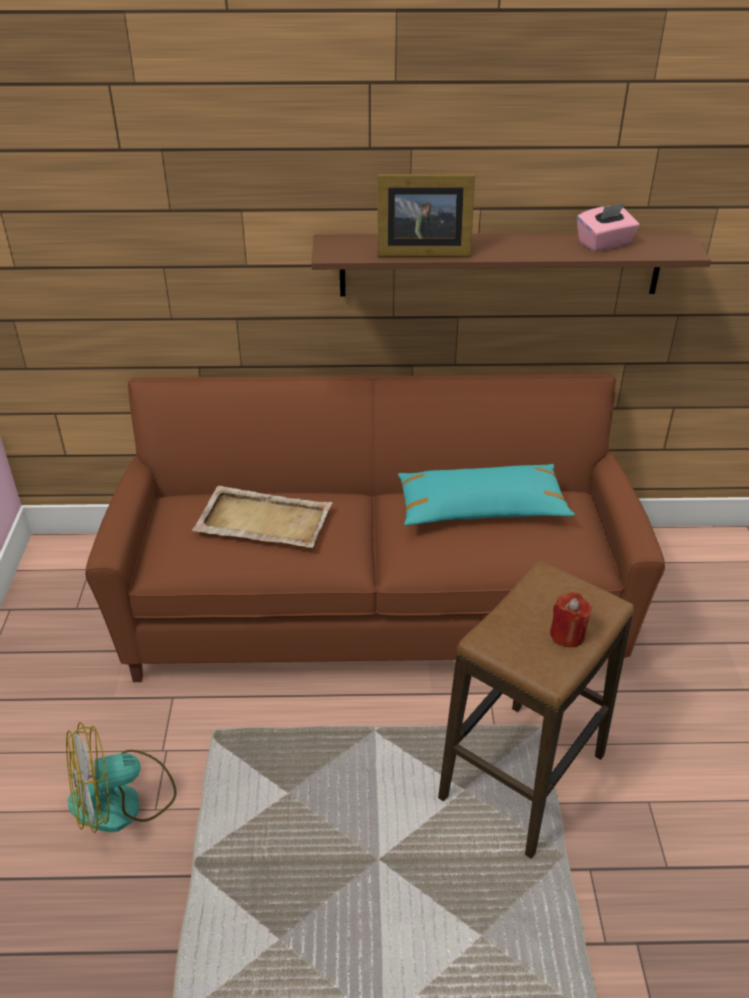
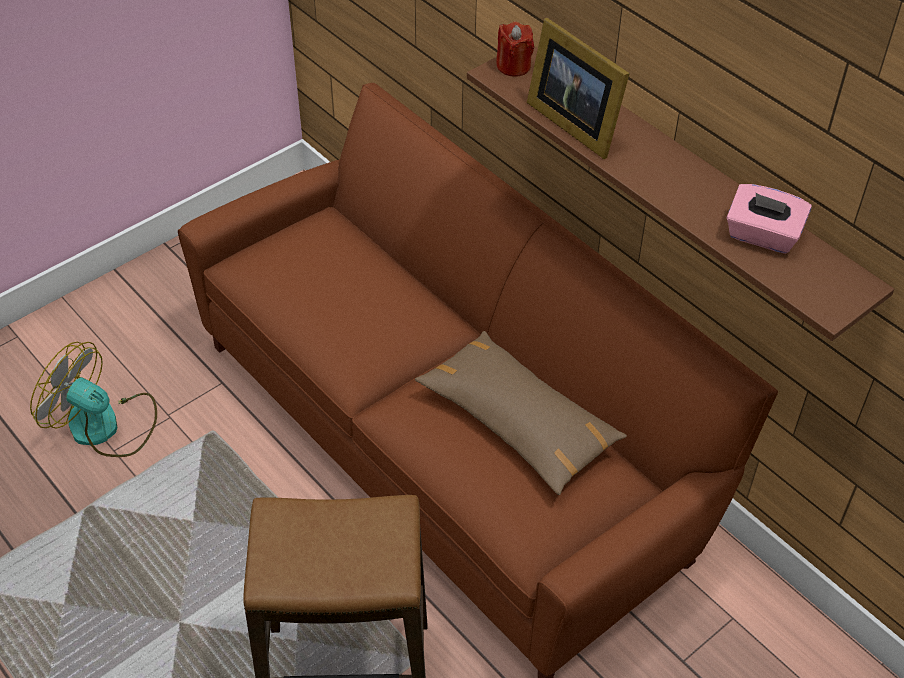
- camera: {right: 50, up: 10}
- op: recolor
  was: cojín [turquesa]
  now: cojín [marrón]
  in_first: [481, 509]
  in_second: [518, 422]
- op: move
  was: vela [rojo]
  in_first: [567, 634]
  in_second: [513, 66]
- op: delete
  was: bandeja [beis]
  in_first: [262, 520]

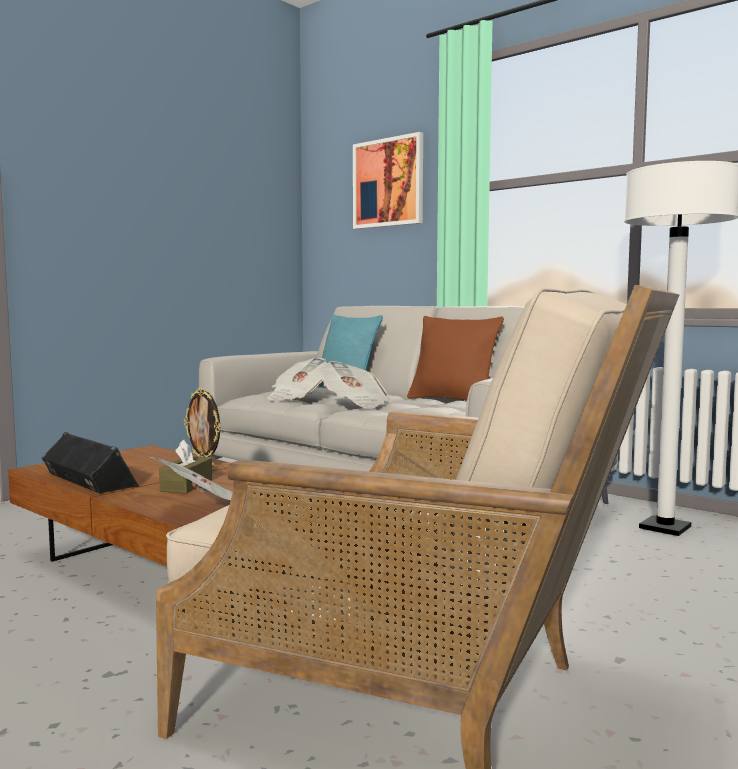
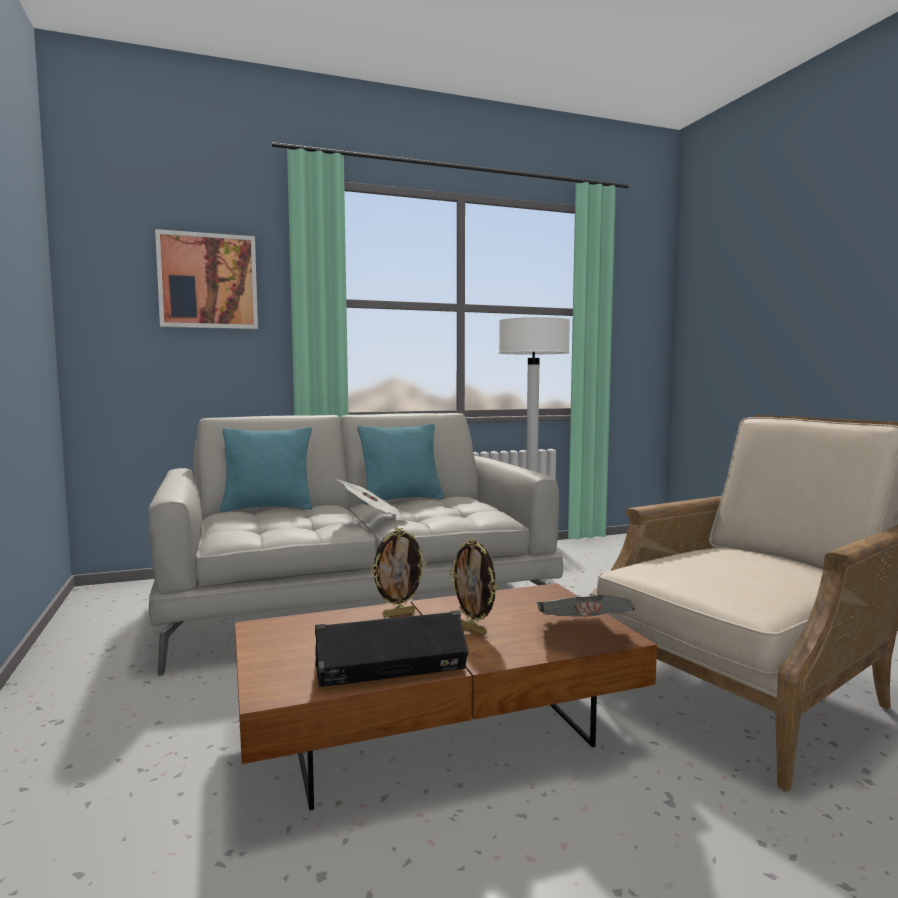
- camera: {right: -60, up: 0}
- op: recolor
  was: cojín [marrón]
  now: cojín [turquesa]
  in_first: [452, 400]
  in_second: [401, 499]
- op: replace
  was: caja de pañuelos [marrón]
  now: portarretratos
  in_first: [186, 485]
  in_second: [474, 630]
- op: delete
  was: periódico
  in_first: [298, 397]

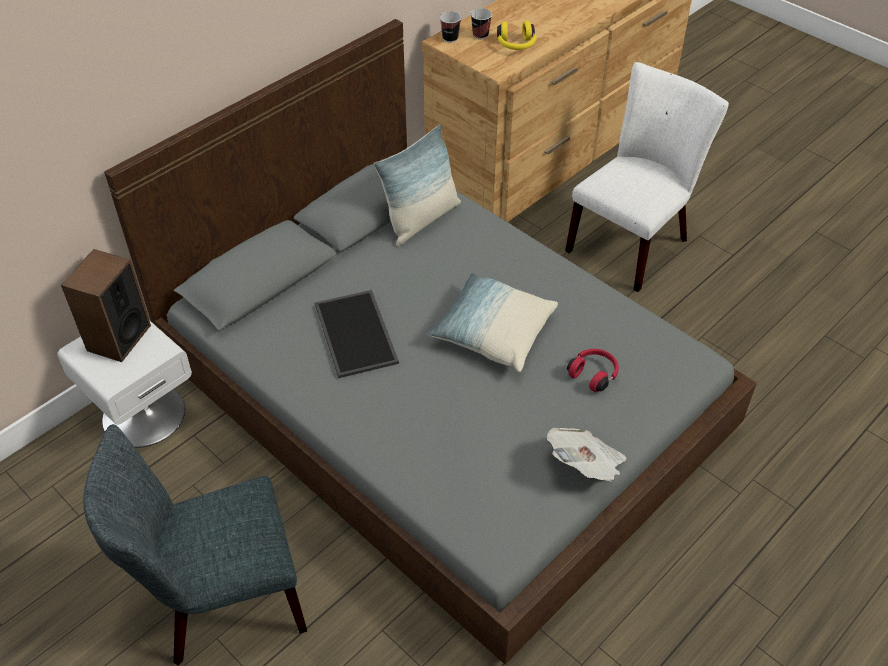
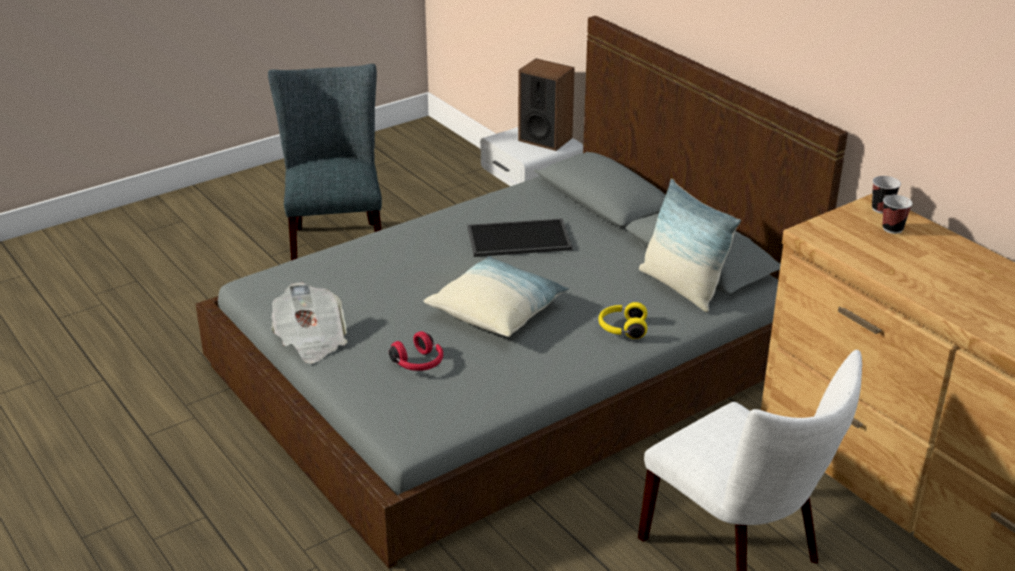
- camera: {right: 100, up: -15}
- op: move
  was: auriculares [amarillo]
  in_first: [516, 45]
  in_second: [622, 329]

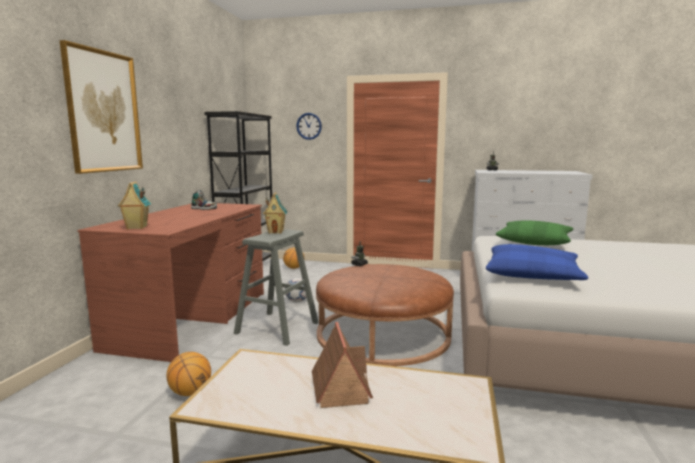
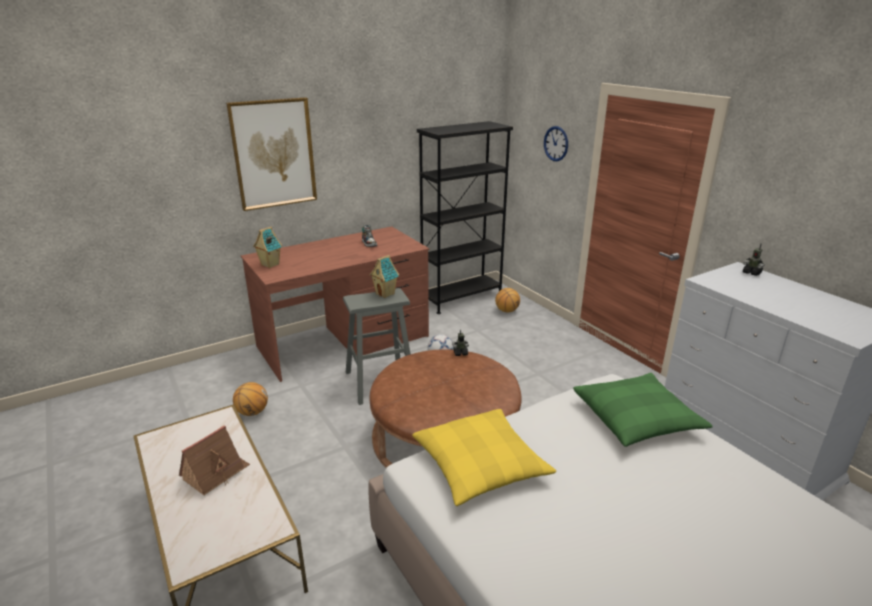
- camera: {right: 45, up: 15}
- op: recolor
  was: cojín [azul]
  now: cojín [amarillo]
  in_first: [532, 274]
  in_second: [480, 465]

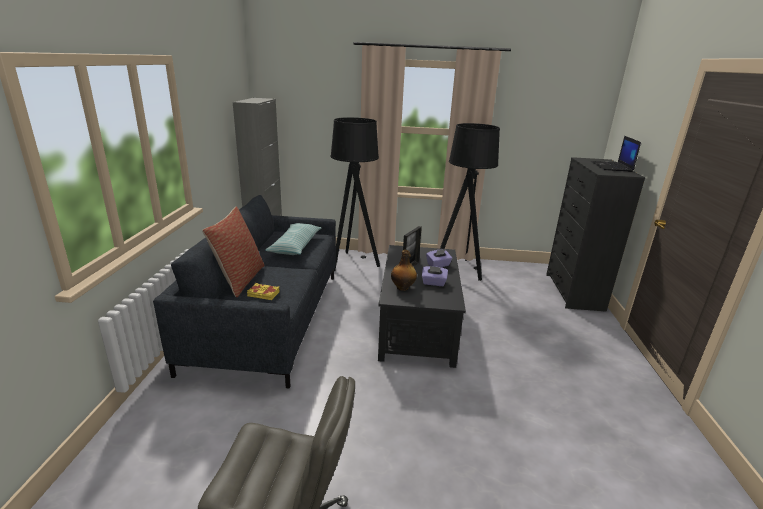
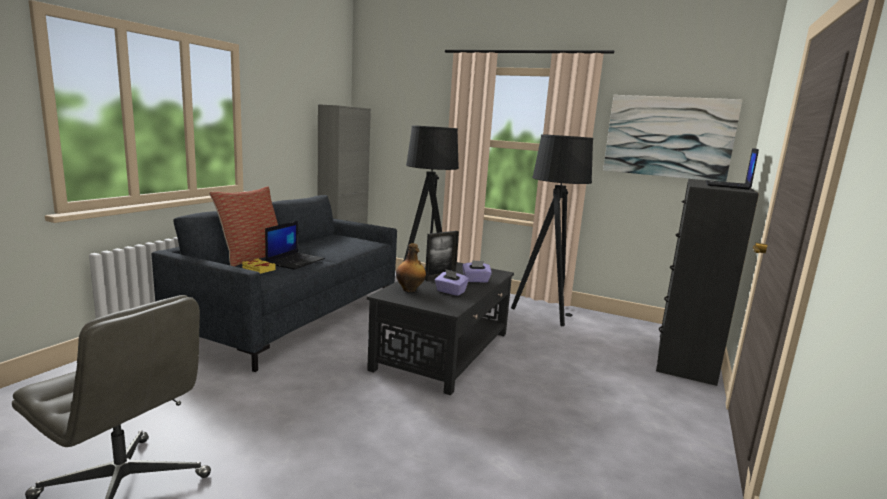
- camera: {right: 20, up: -10}
- op: insert
  now: portátil
  in_second: [295, 261]
- op: insert
  now: cuadro
  in_second: [668, 137]
- op: delete
  was: cojín
  in_first: [295, 246]

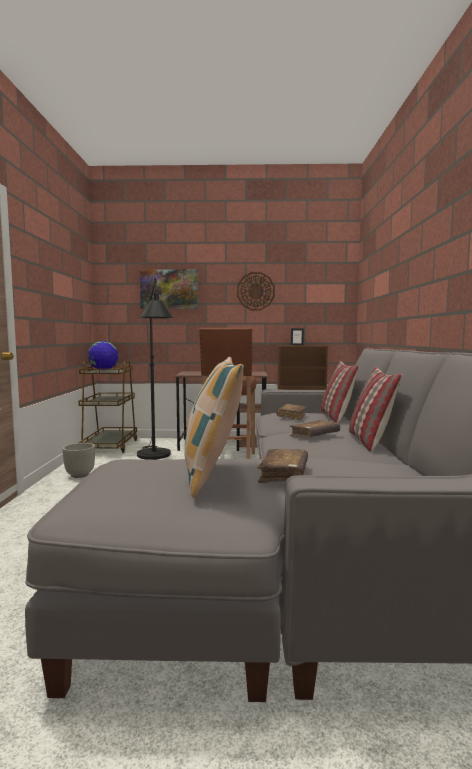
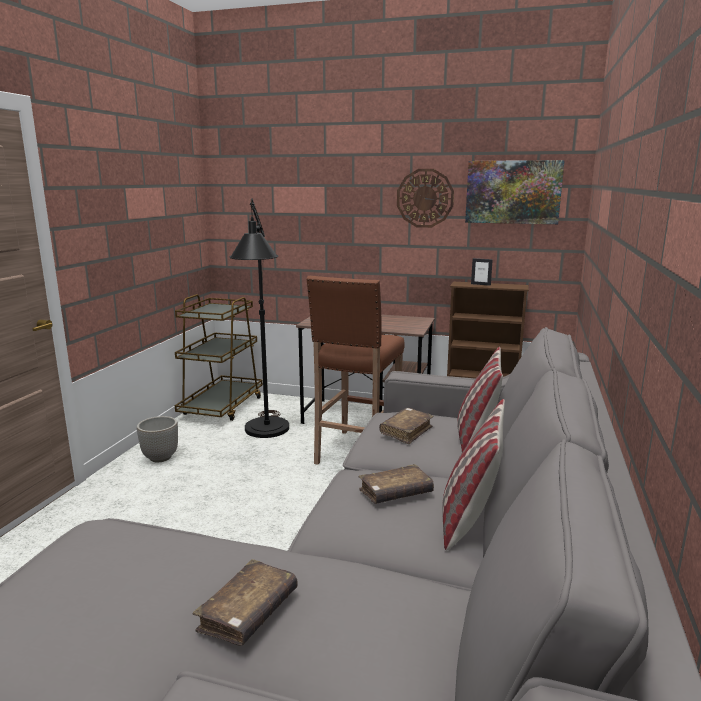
- camera: {right: 15, up: 10}
- op: move
  was: cuadro
  in_first: [169, 289]
  in_second: [513, 192]
- op: delete
  was: globo terráqueo
  in_first: [103, 370]
- op: delete
  was: cojín
  in_first: [212, 475]

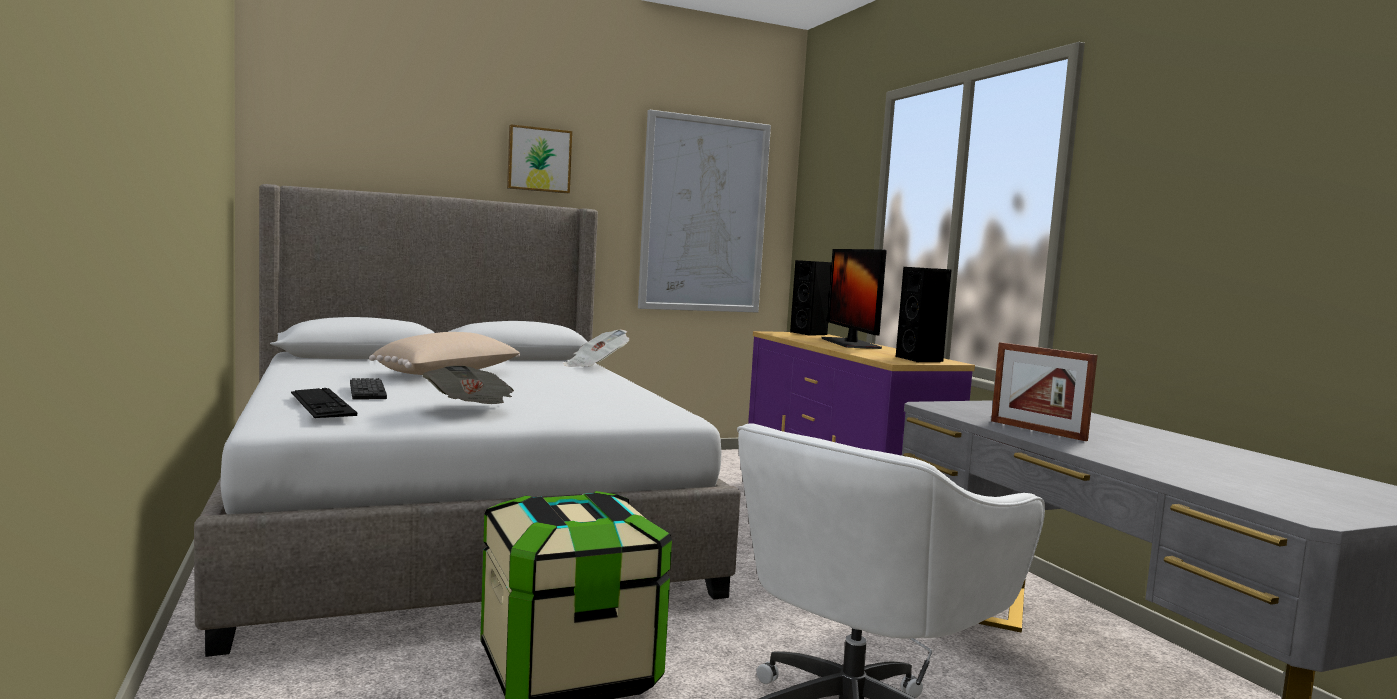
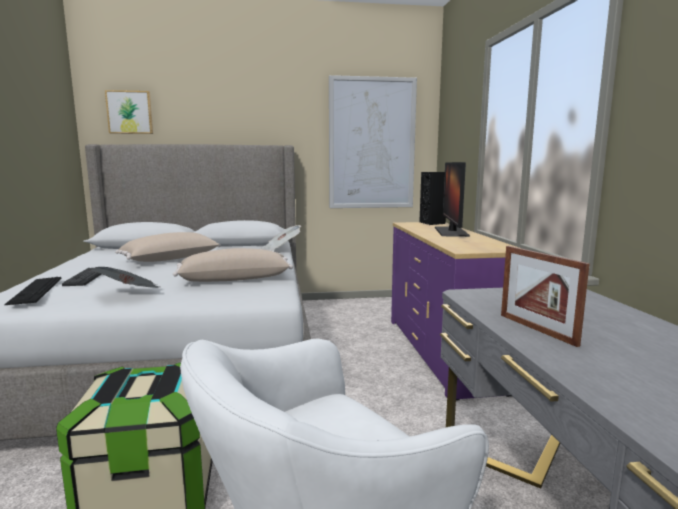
- camera: {right: 15, up: 5}
- op: move
  was: cuadro
  in_first: [539, 159]
  in_second: [130, 112]
- op: insert
  now: cojín [beis]
  in_second: [235, 279]
- op: delete
  was: altavoz [negro]
  in_first: [920, 359]

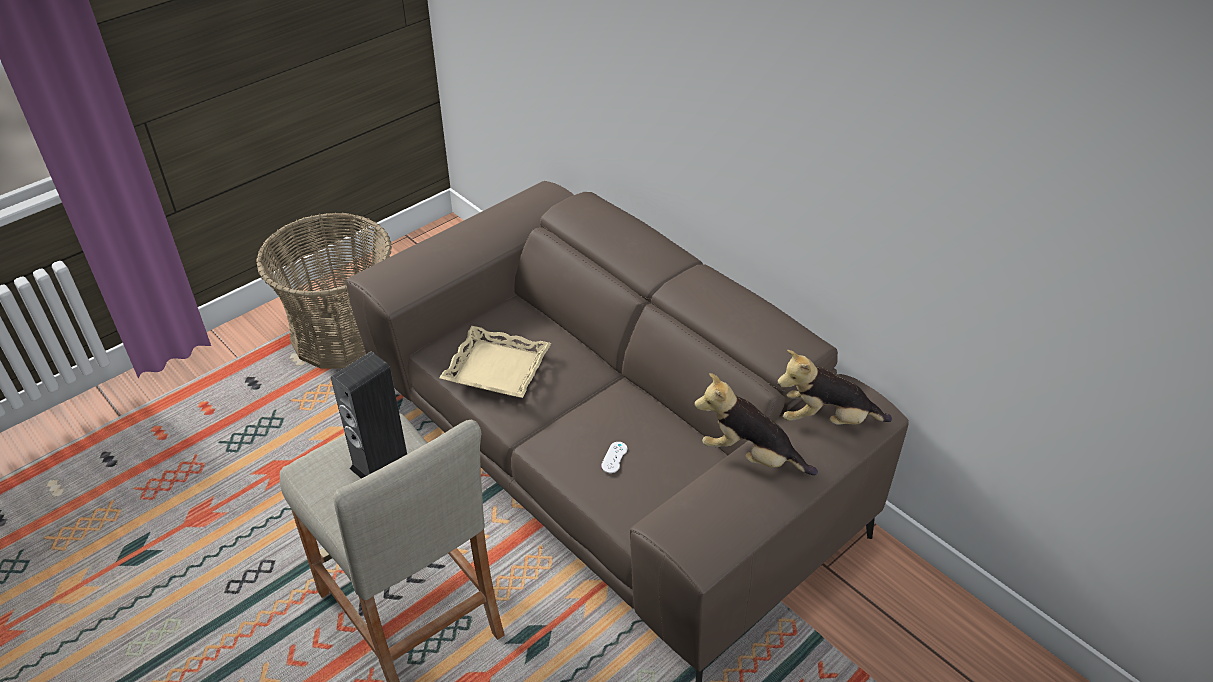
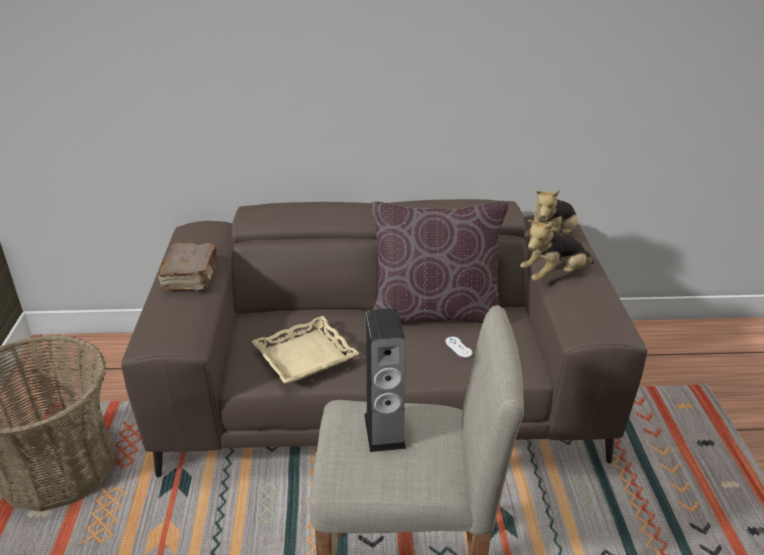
- camera: {right: -50, up: -10}
- op: insert
  now: libro [marrón]
  in_second: [191, 276]
- op: insert
  now: cojín [marrón]
  in_second: [435, 312]

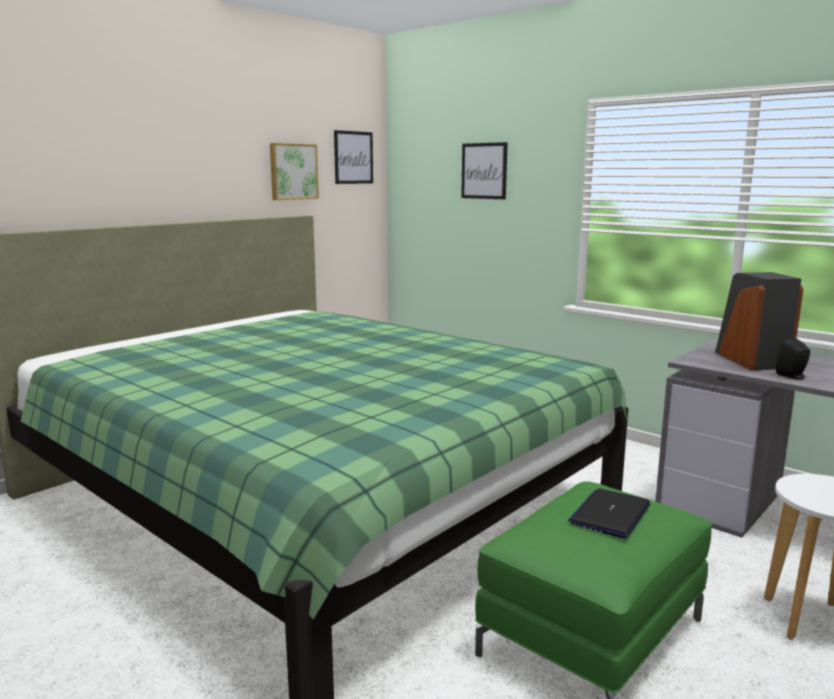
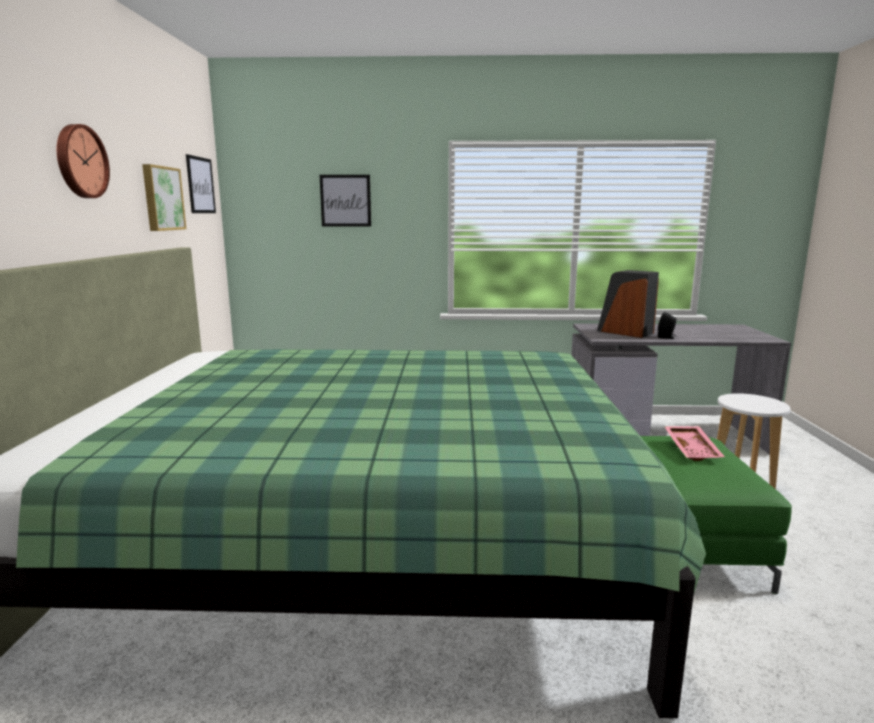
- camera: {right: -40, up: 0}
- op: insert
  now: reloj de pared
  in_second: [80, 161]
- op: replace
  was: portátil
  now: bandeja [rosa]
  in_first: [610, 514]
  in_second: [693, 450]

